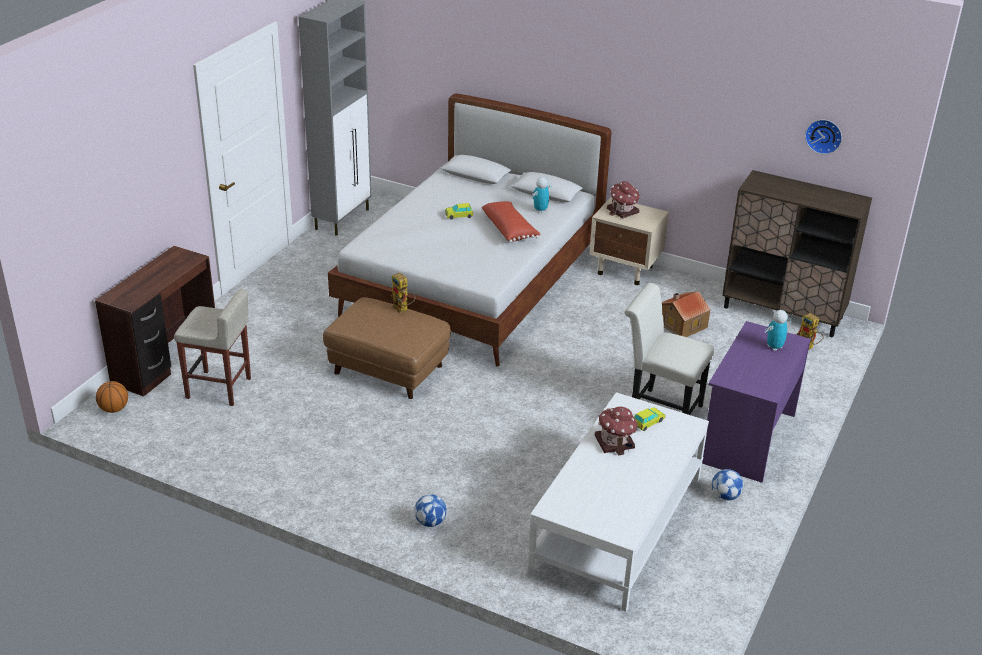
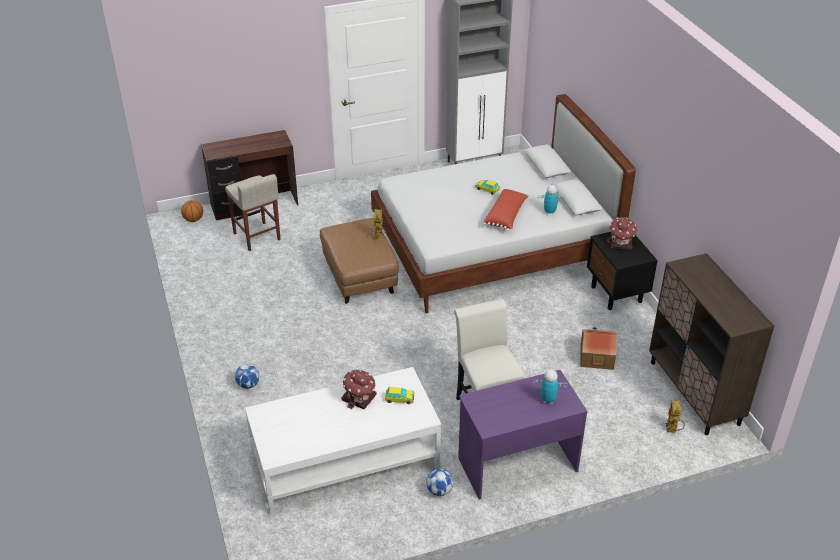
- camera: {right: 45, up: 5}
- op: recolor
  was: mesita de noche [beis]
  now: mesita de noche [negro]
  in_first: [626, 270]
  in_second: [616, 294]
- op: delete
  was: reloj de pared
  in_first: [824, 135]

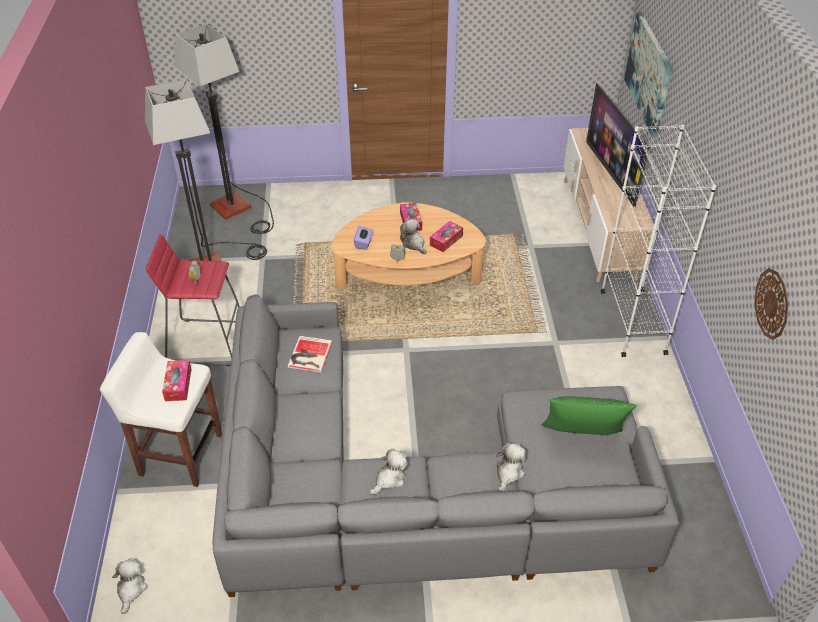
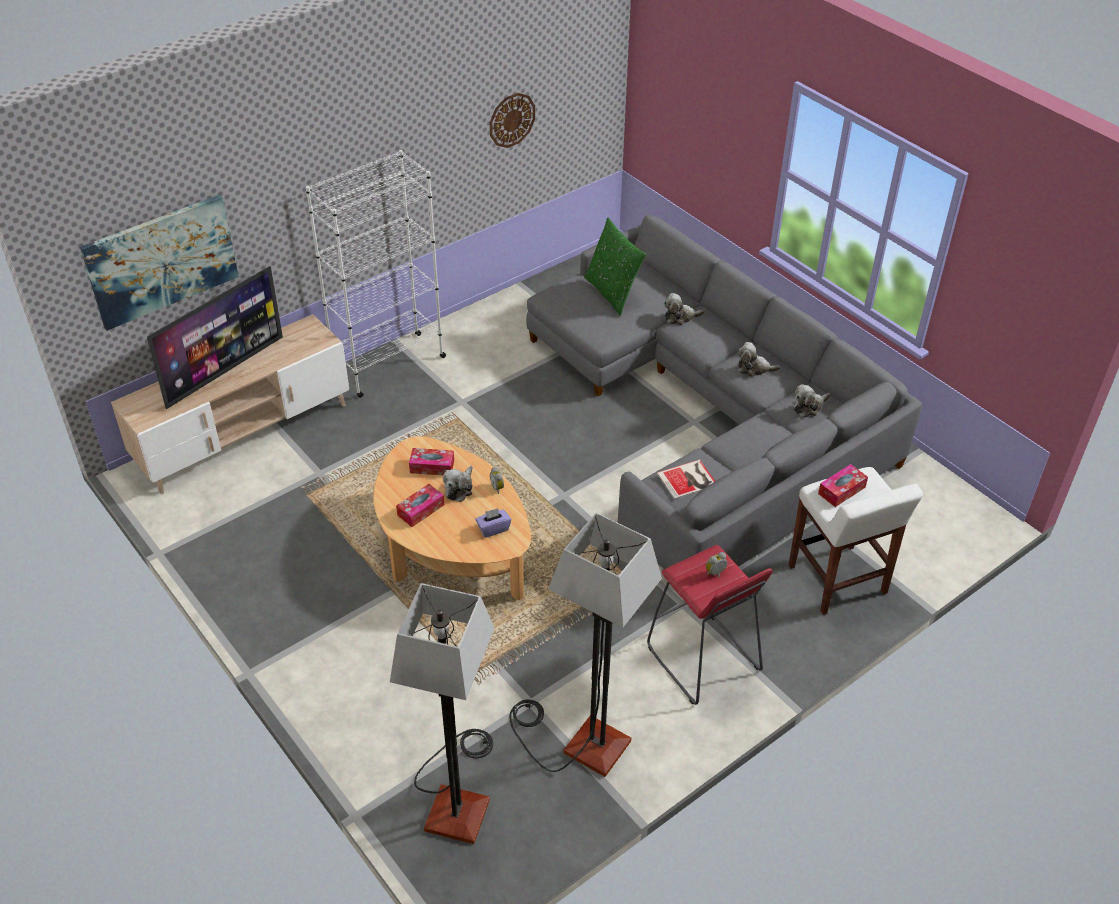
- camera: {right: -125, up: 0}
- op: move
  was: peluche
  in_first: [131, 589]
  in_second: [809, 407]

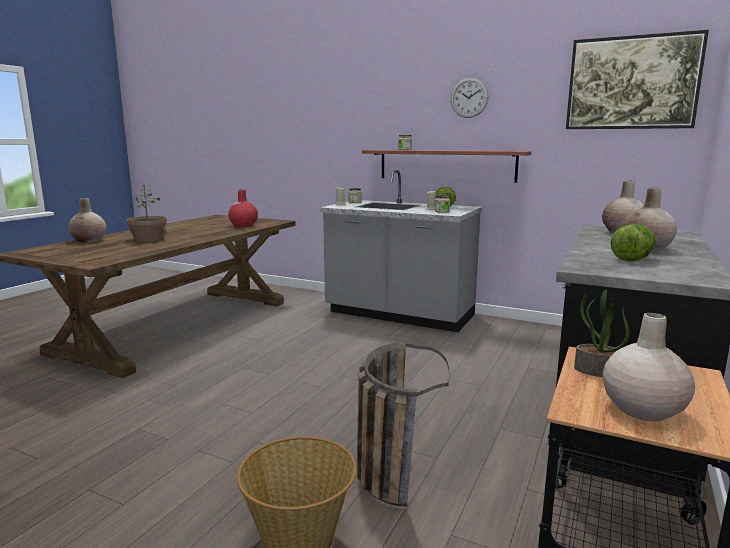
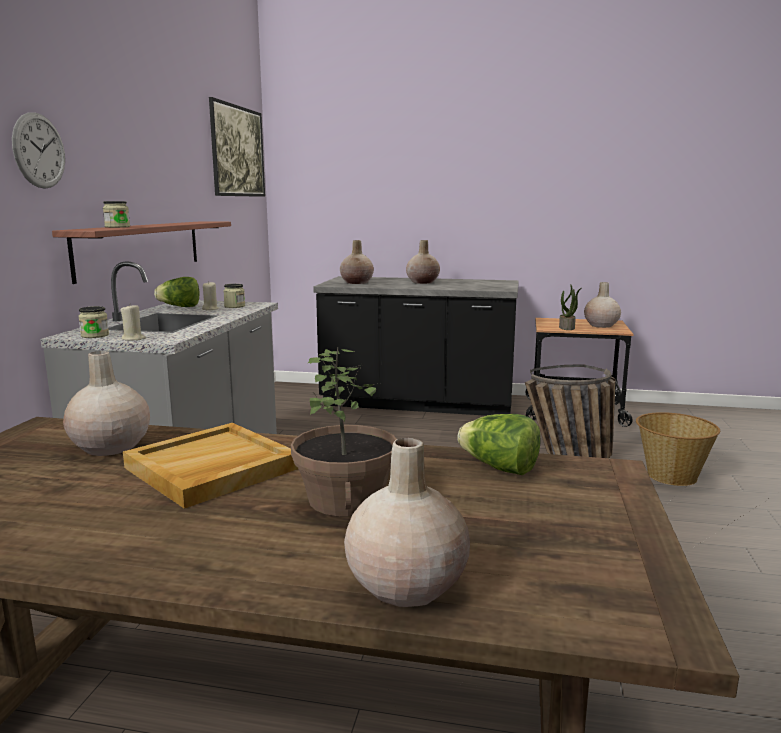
- camera: {right: -105, up: 0}
- op: move
  was: reloj de pared
  in_first: [469, 98]
  in_second: [39, 151]
- op: recolor
  was: florero [rojo]
  now: florero [beis]
  in_first: [243, 225]
  in_second: [110, 447]
- op: insert
  now: bandeja [beis]
  in_second: [211, 469]
- op: move
  was: lechuga
  in_first: [633, 259]
  in_second: [499, 468]

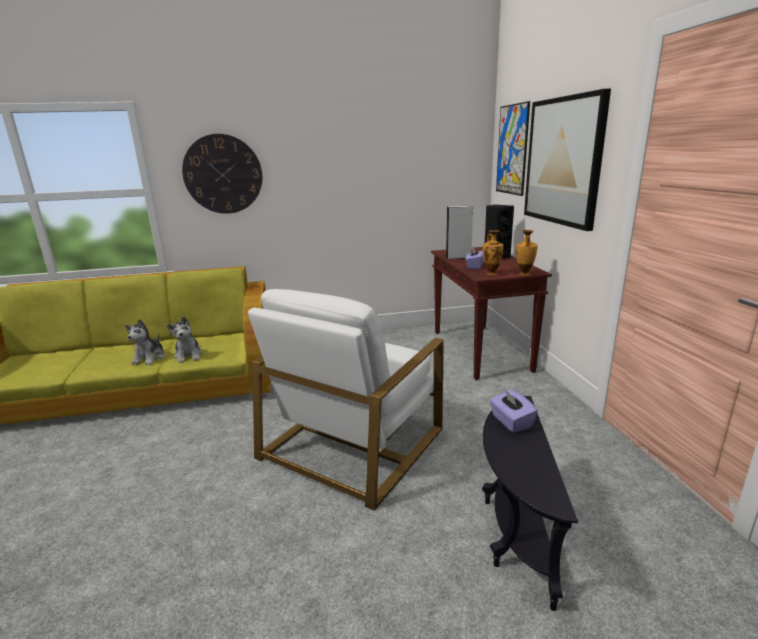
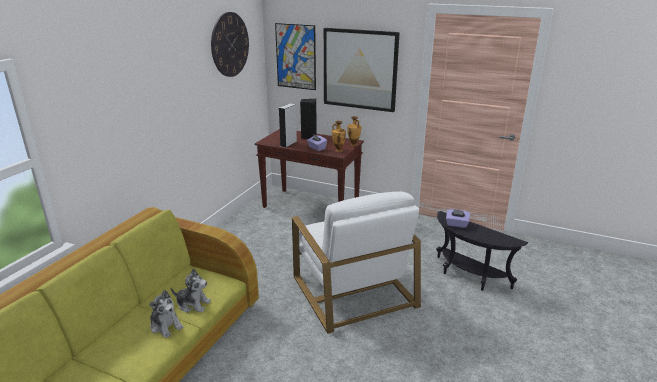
- camera: {right: -55, up: 5}
- op: move
  was: reloj de pared
  in_first: [223, 174]
  in_second: [230, 44]

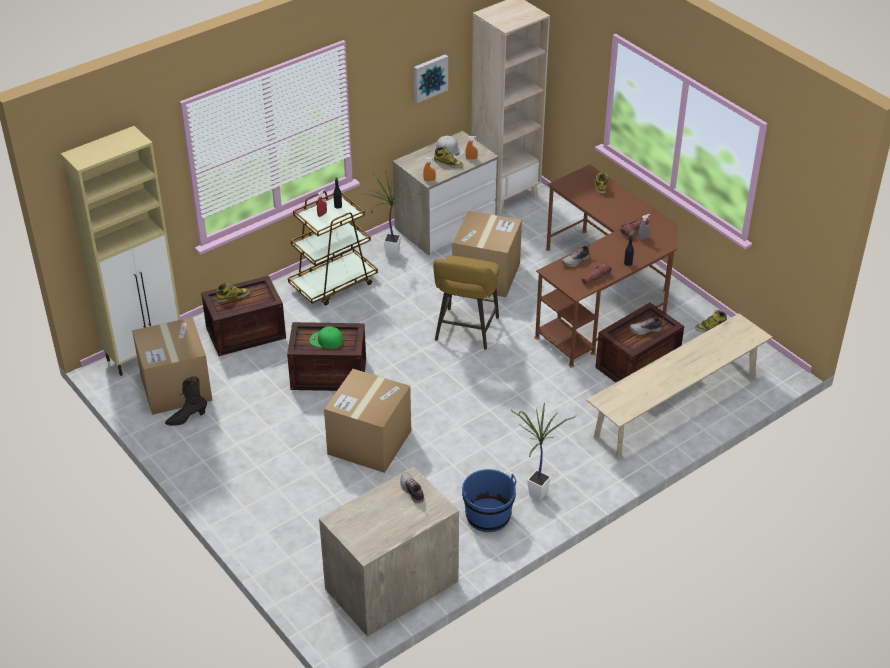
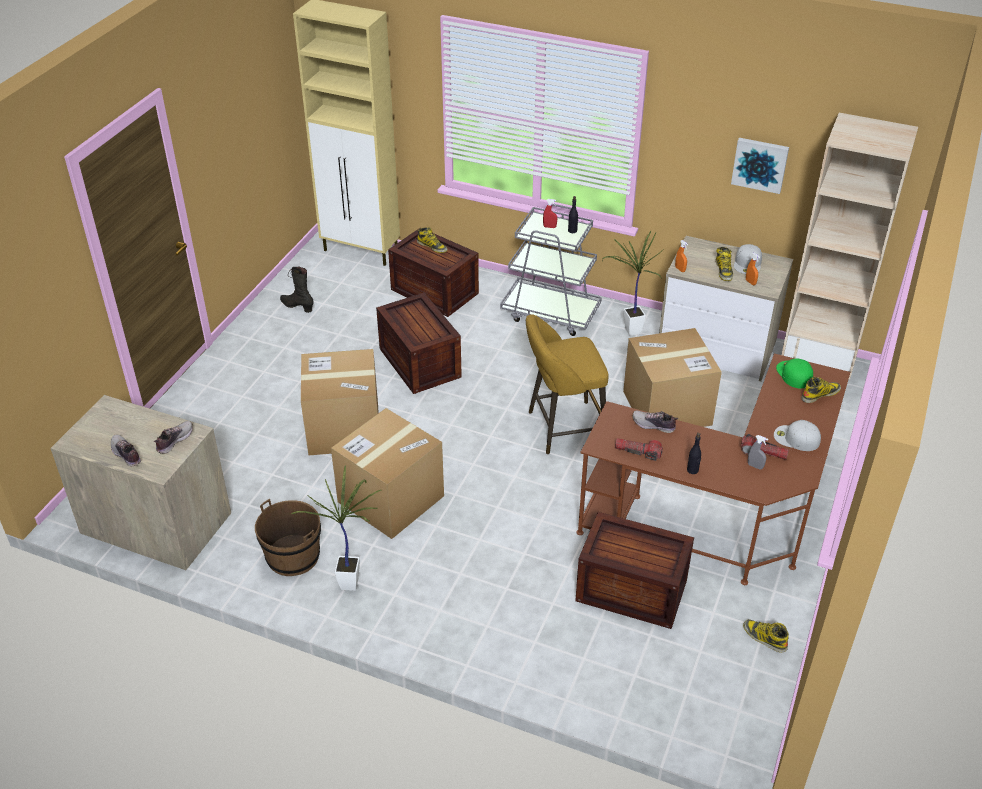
- camera: {right: 60, up: 0}
- op: move
  was: zapato
  in_first: [646, 330]
  in_second: [126, 454]
- op: recolor
  was: cubo [azul]
  now: cubo [marrón]
  in_first: [488, 516]
  in_second: [293, 556]
- op: move
  was: caja de cartón
  in_first: [176, 387]
  in_second: [391, 499]
- op: recolor
  was: carrito [marrón]
  now: carrito [gris]
  in_first: [334, 284]
  in_second: [551, 313]
- op: insert
  now: gorra [blanco]
  in_second: [796, 438]
- op: move
  was: gorra [verde]
  in_first: [326, 340]
  in_second: [793, 374]
- op: delete
  was: banco [beis]
  in_first: [676, 406]

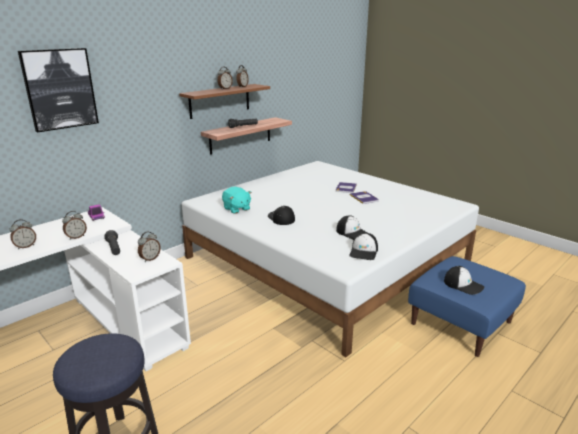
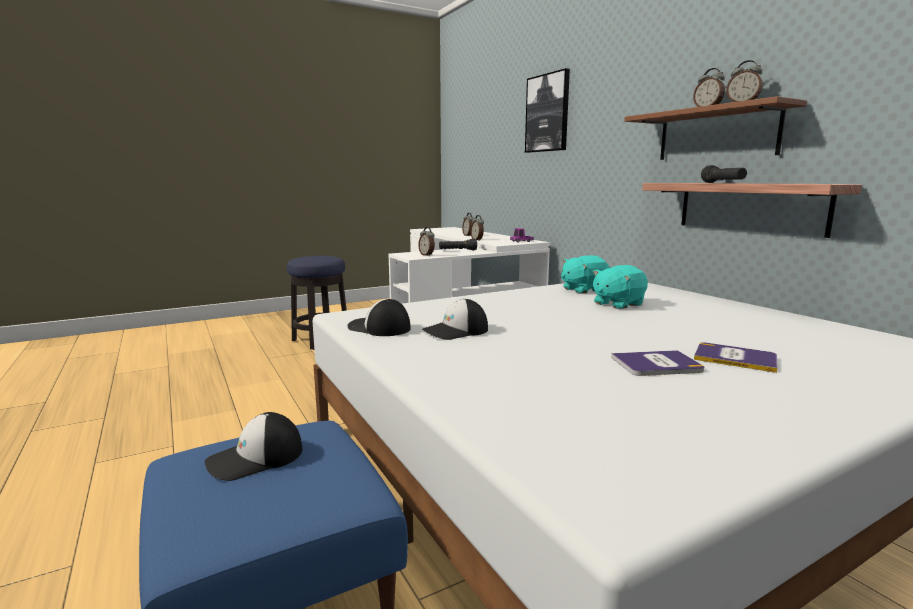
- camera: {right: 105, up: -10}
- op: insert
  now: peluche [turquesa]
  in_second: [617, 304]
- op: delete
  was: gorra
  in_first: [281, 218]

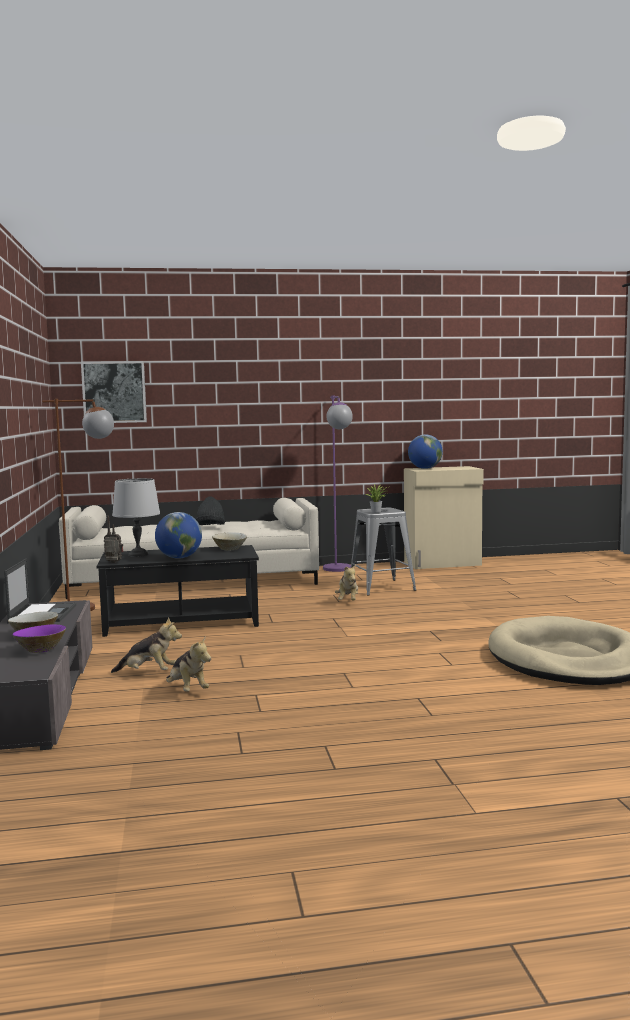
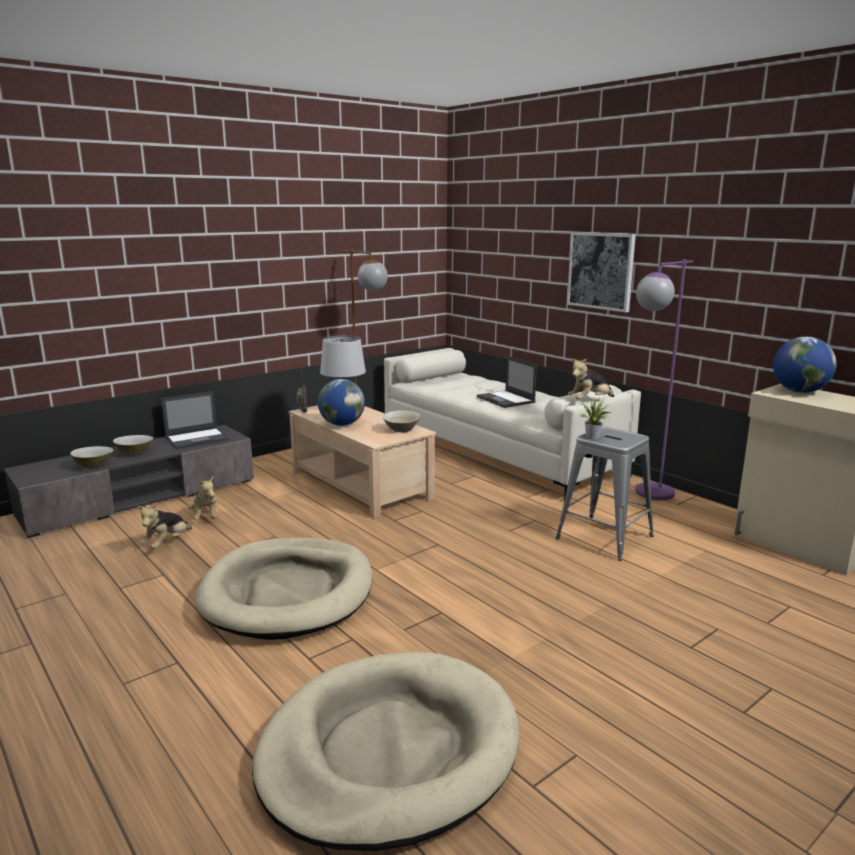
- camera: {right: 60, up: 10}
- op: recolor
  was: cuenco [morado]
  now: cuenco [beis]
  in_first: [40, 649]
  in_second: [94, 465]
- op: insert
  now: cama para perro [beis]
  in_second: [288, 592]
- op: recolor
  was: mesa de centro [negro]
  now: mesa de centro [beis]
  in_first: [182, 621]
  in_second: [361, 485]
- op: replace
  was: sombrero [negro]
  now: portátil
  in_first: [210, 527]
  in_second: [506, 399]
- op: move
  was: cuadro
  in_first: [114, 392]
  in_second: [601, 271]
- op: move
  was: peluche
  in_first: [348, 601]
  in_second: [589, 401]

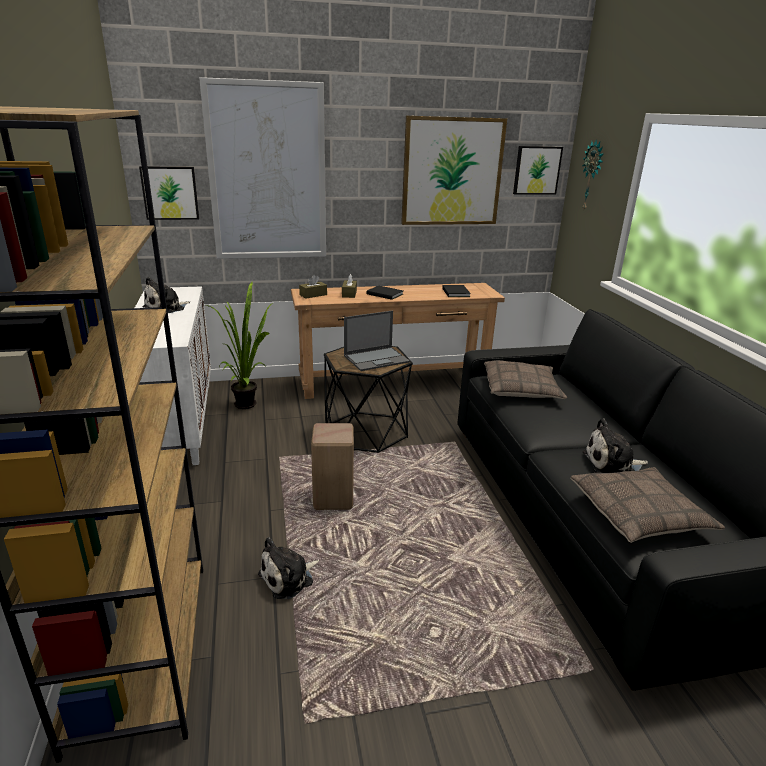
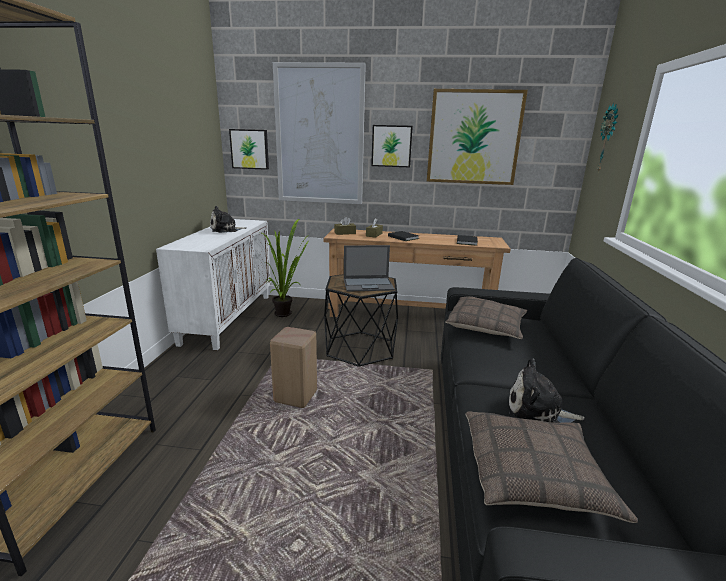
- camera: {right: 20, up: -5}
- op: move
  was: cuadro
  in_first: [536, 170]
  in_second: [391, 146]
- op: delete
  was: peluche
  in_first: [289, 578]

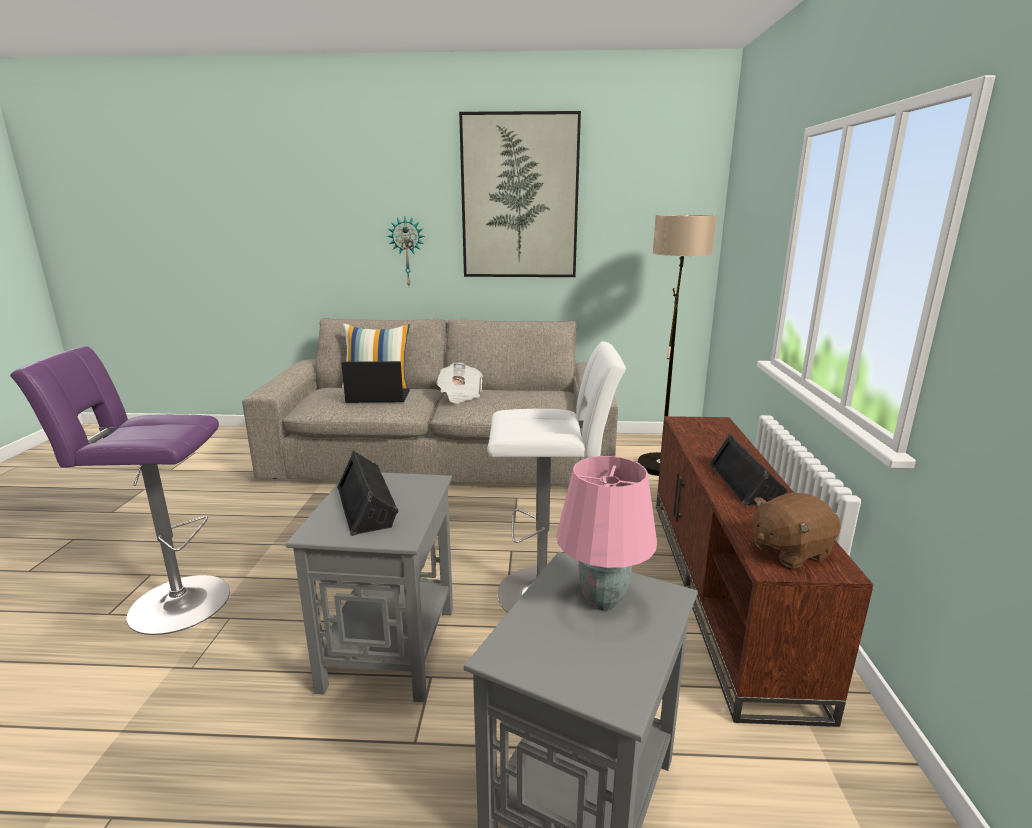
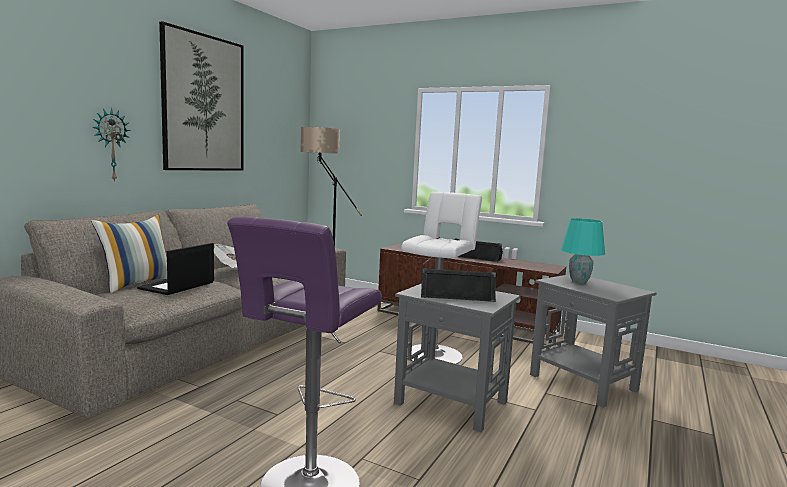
- camera: {right: -65, up: -10}
- op: recolor
  was: lámpara de mesa [rosa]
  now: lámpara de mesa [turquesa]
  in_first: [601, 600]
  in_second: [578, 282]
- op: delete
  was: peluche [marrón]
  in_first: [789, 550]

